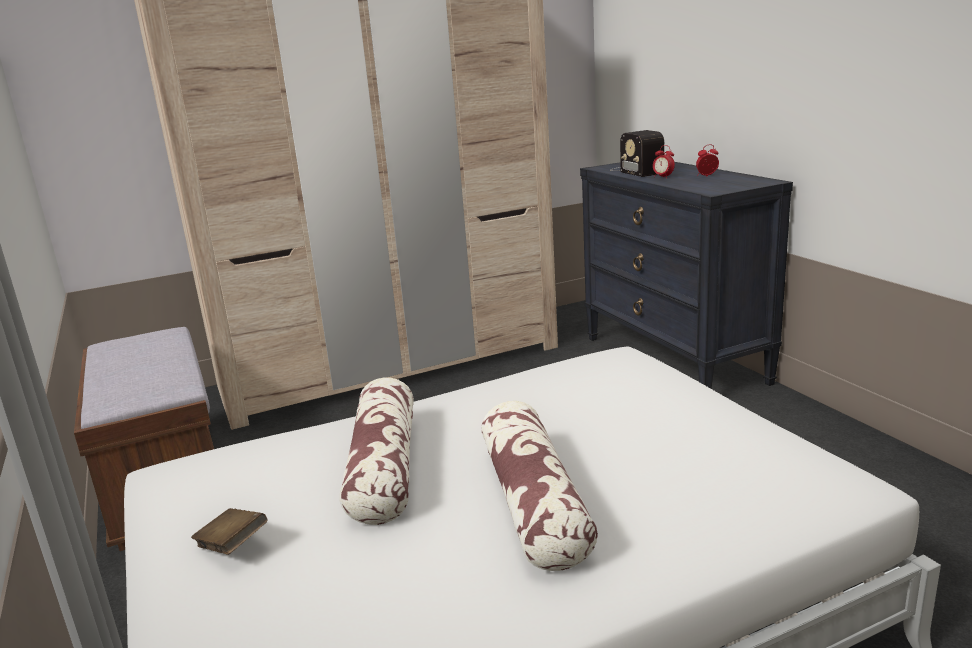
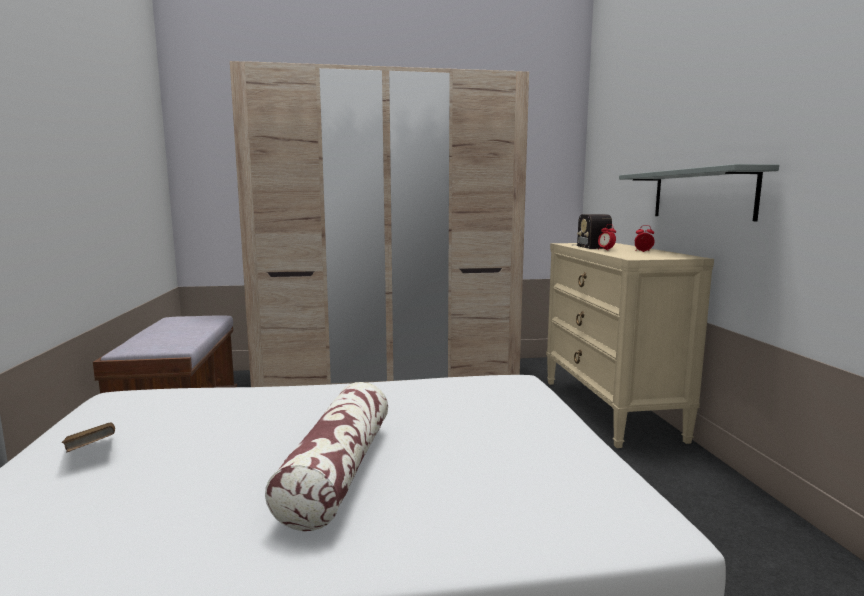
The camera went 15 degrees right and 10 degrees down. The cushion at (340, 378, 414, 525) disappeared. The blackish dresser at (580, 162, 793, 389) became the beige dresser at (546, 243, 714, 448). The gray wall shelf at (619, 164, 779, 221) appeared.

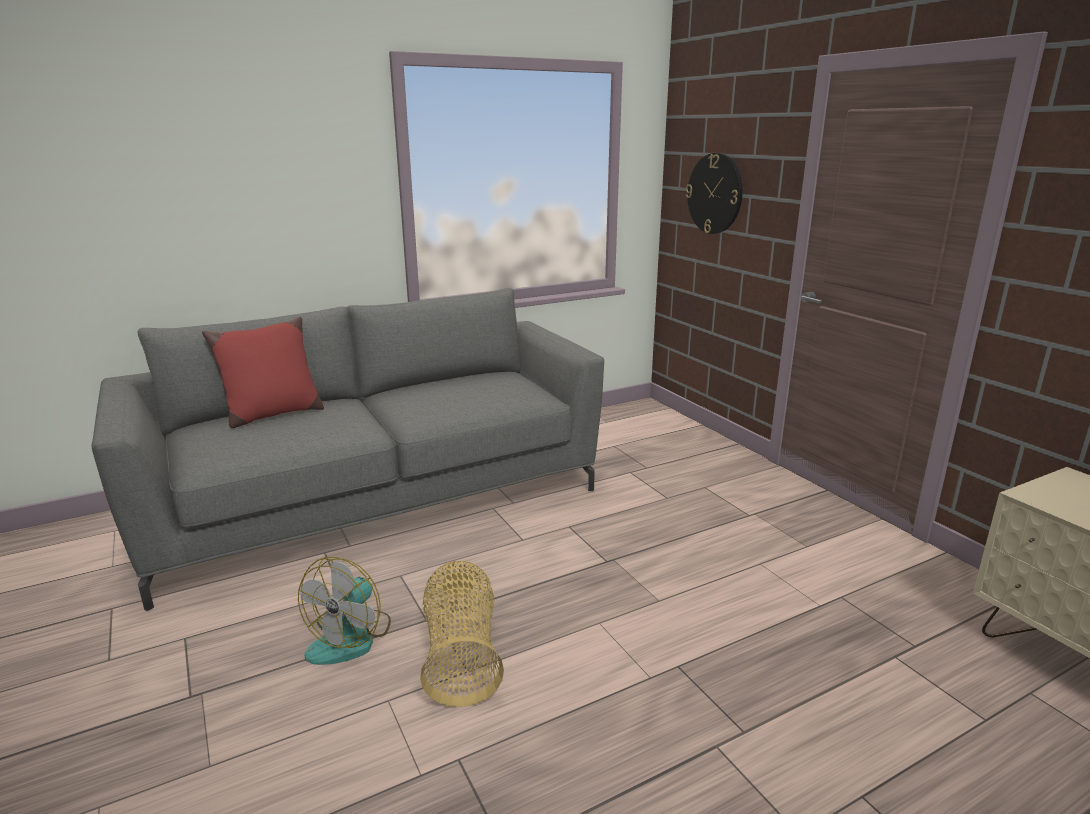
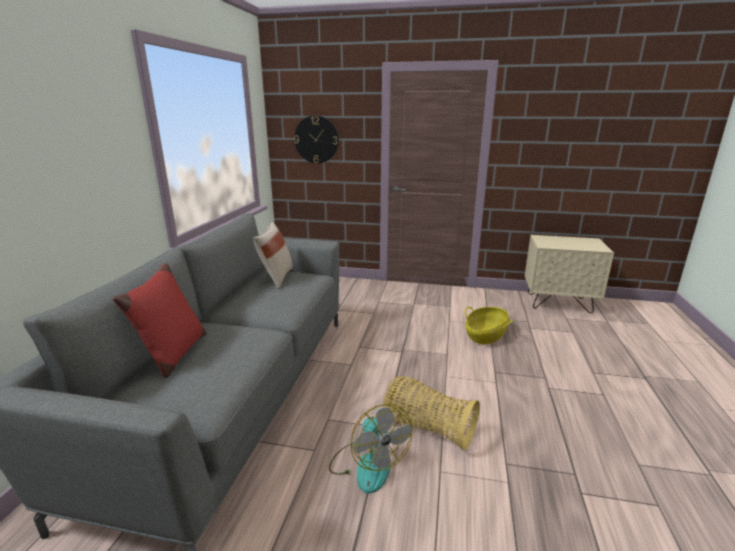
The camera went 50 degrees left and 0 degrees up. The beige cushion at (253, 222, 293, 289) appeared. The storage basket at (464, 306, 513, 344) appeared.

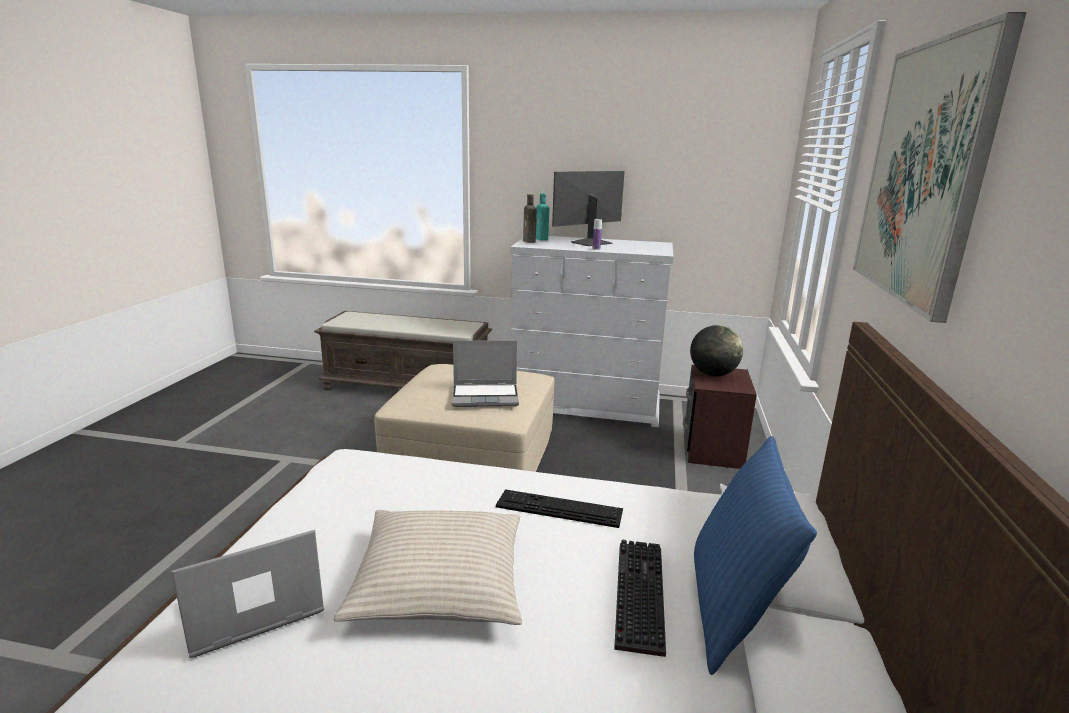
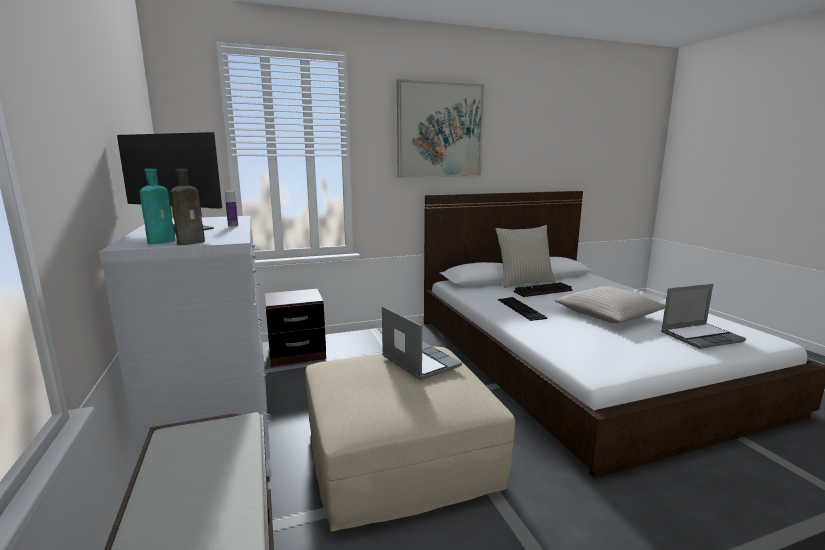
The camera went 120 degrees left and 5 degrees down. The notebook computer at (172, 530, 324, 658) turned 45 degrees counterclockwise. The world globe at (690, 325, 743, 376) disappeared. The blue-coloured cushion at (694, 436, 817, 675) became the beige cushion at (496, 225, 556, 288).

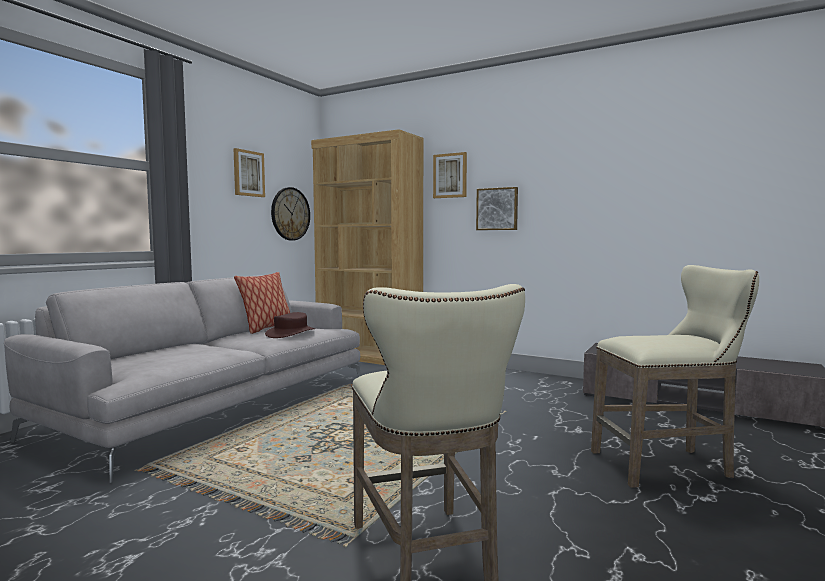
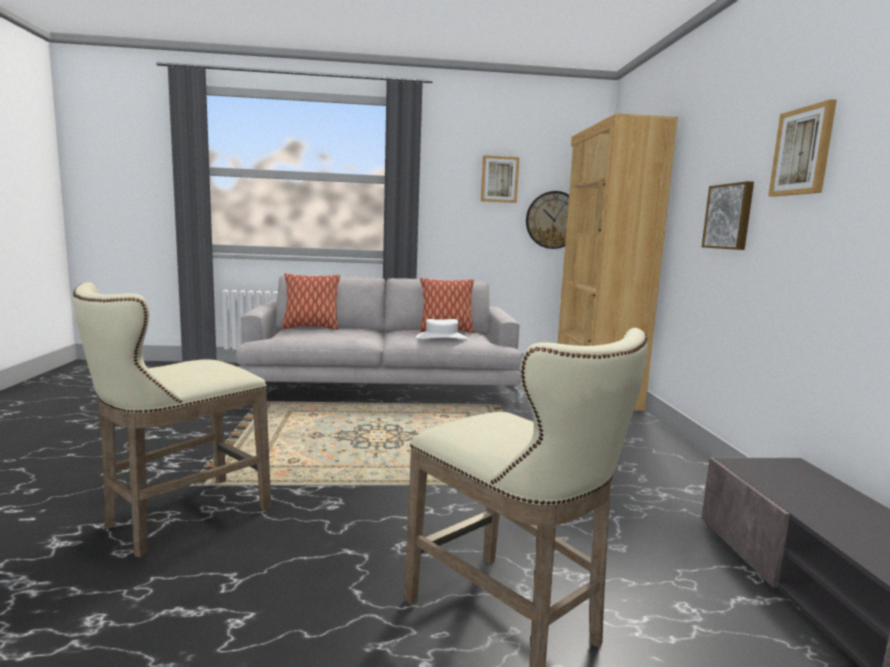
The camera went 55 degrees right and 5 degrees up. The brownish hat at (265, 312, 315, 338) became the white hat at (416, 319, 468, 339). The wall art moved from (433, 152, 467, 198) to (768, 99, 837, 197). The cushion at (282, 273, 340, 330) appeared.

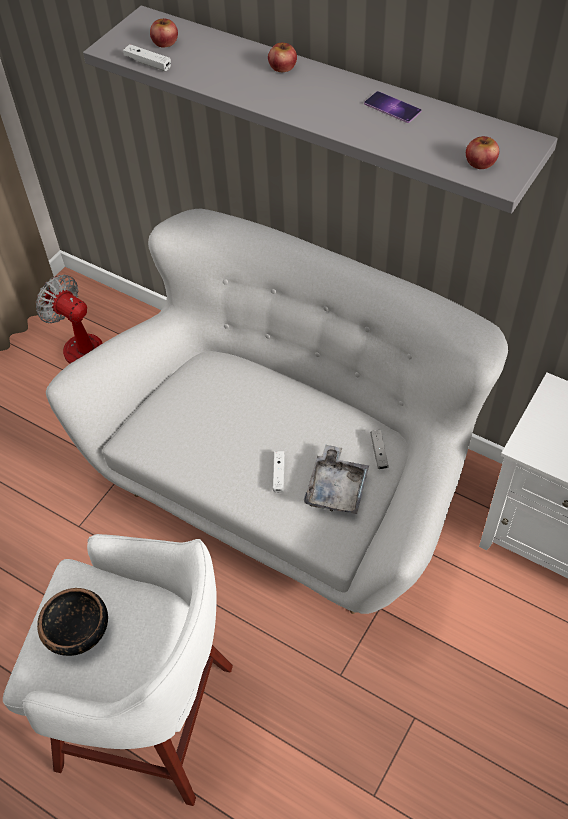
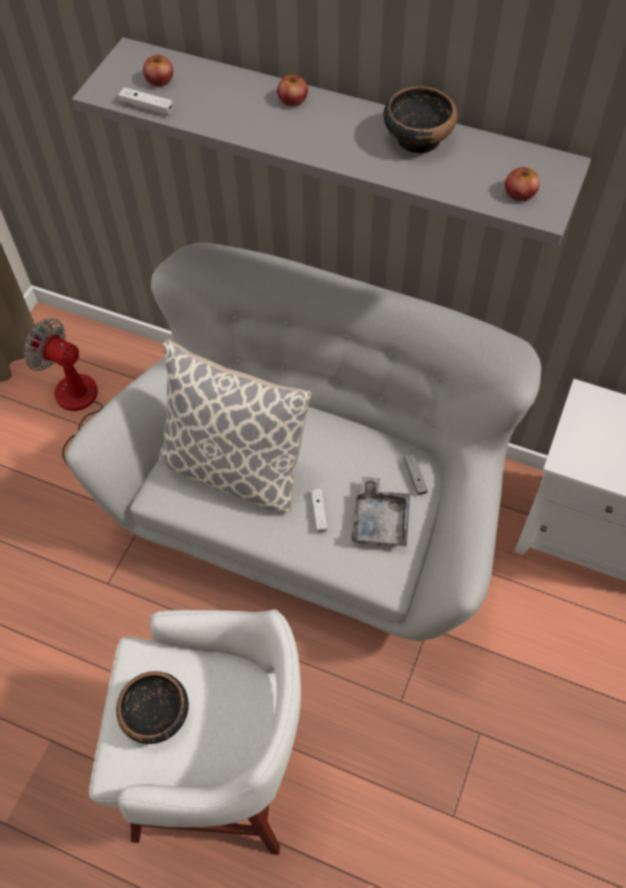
The camera went 10 degrees left and 5 degrees up. The telephone at (364, 91, 422, 123) was replaced by the bowl at (383, 86, 457, 154). The cushion at (158, 339, 311, 514) appeared.

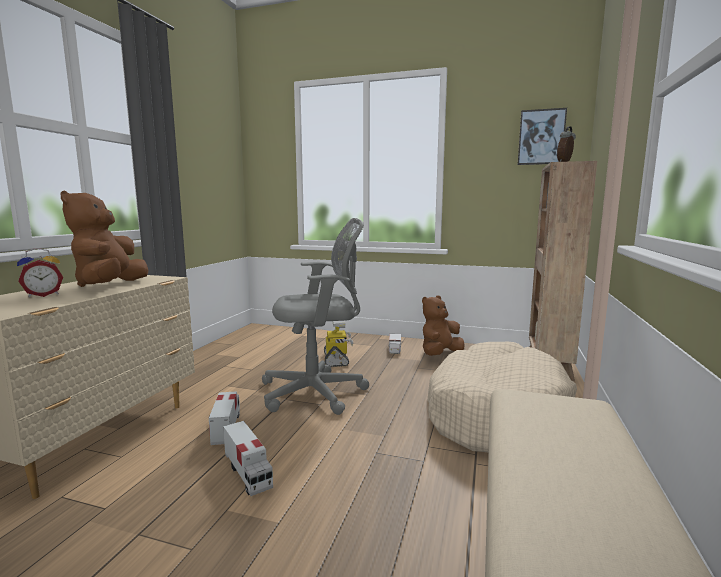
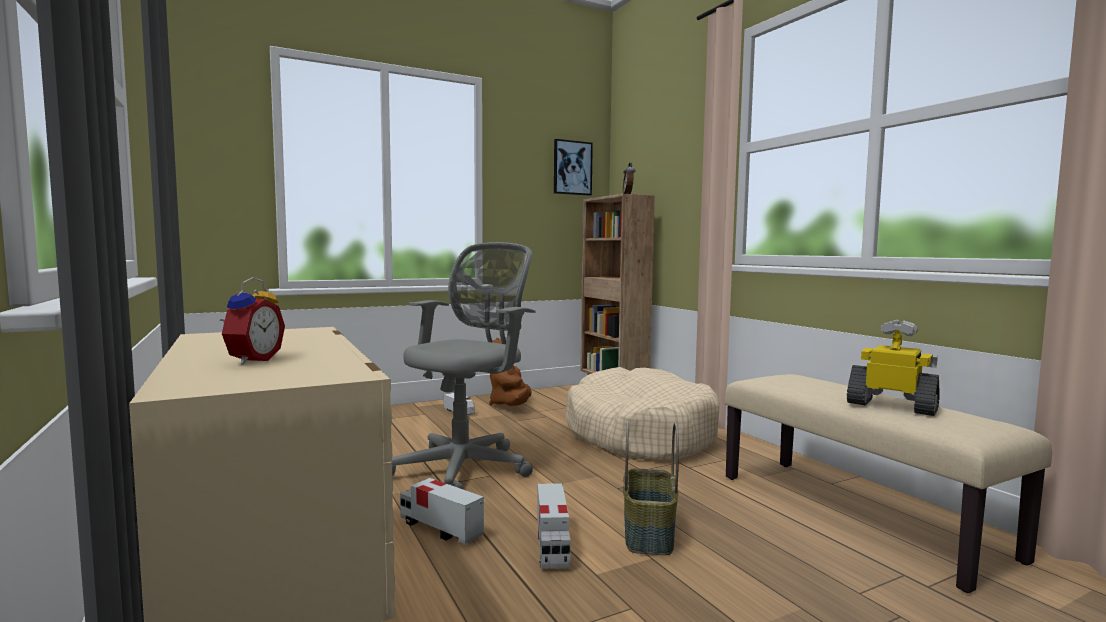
The camera went 45 degrees left and 5 degrees down. The brownish plush toy at (60, 191, 148, 287) disappeared. The model truck at (223, 421, 273, 496) turned 75 degrees clockwise. The robot figure moved from (324, 321, 354, 367) to (847, 320, 940, 416). The storage basket at (623, 420, 679, 555) appeared.

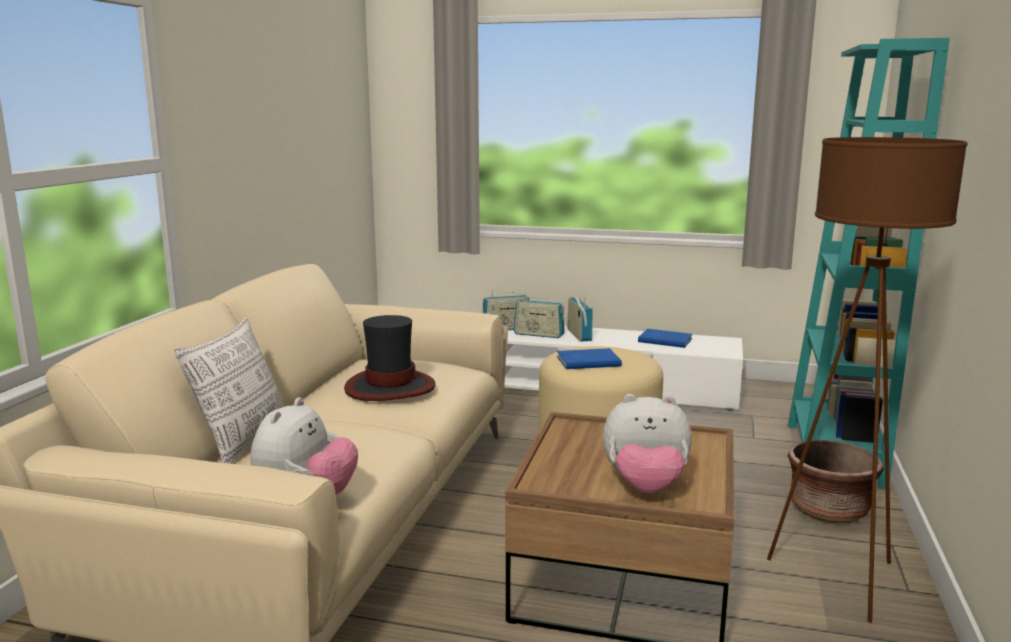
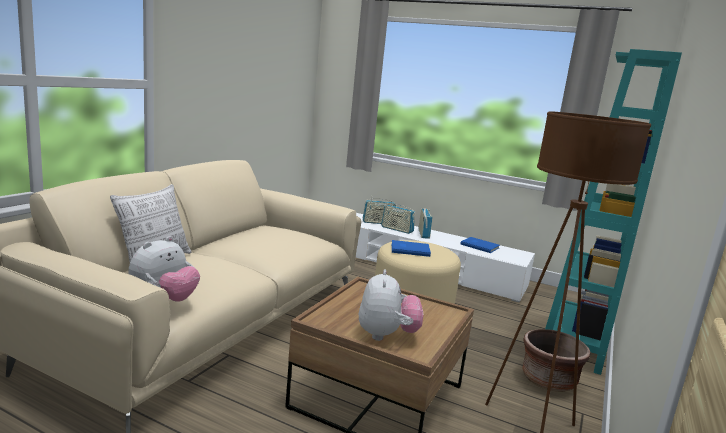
The camera went 10 degrees right and 0 degrees up. The hat at (344, 315, 436, 401) disappeared. The plush toy at (603, 394, 692, 494) turned 105 degrees counterclockwise.

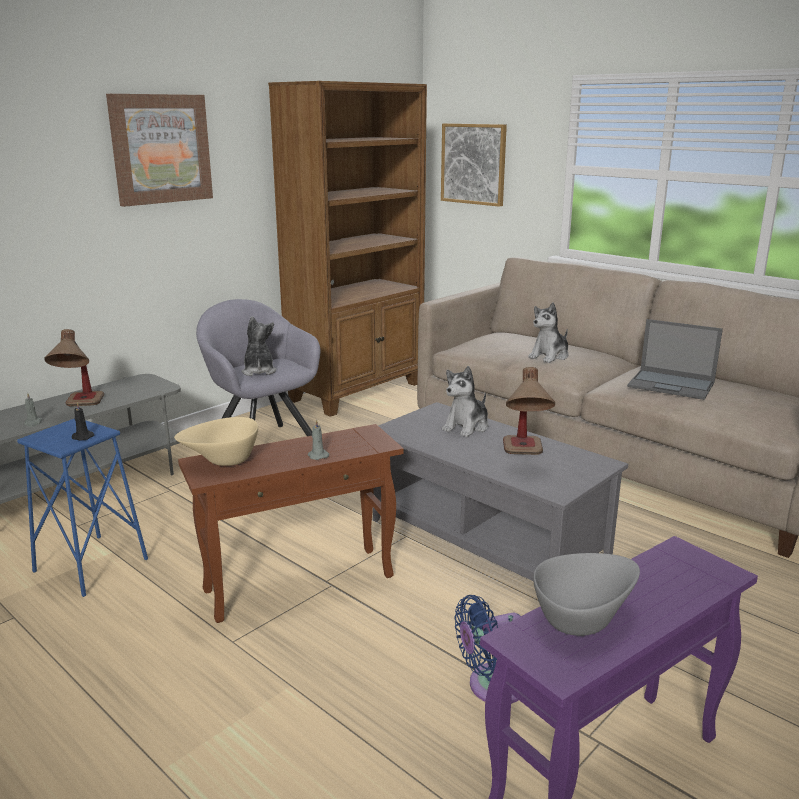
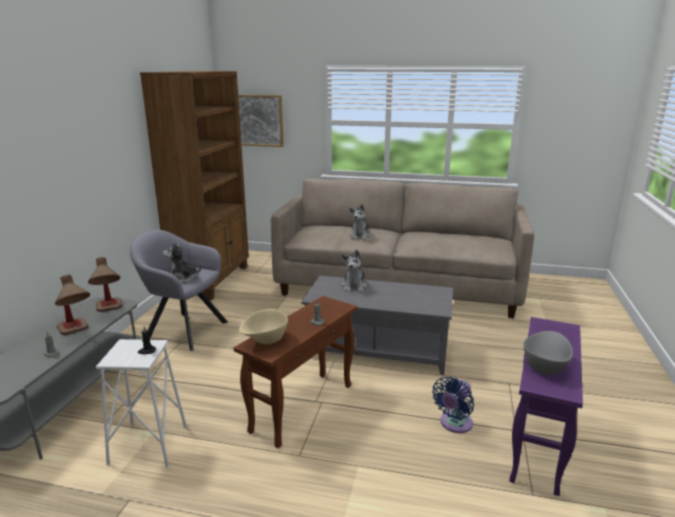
The camera went 30 degrees left and 0 degrees up. The blue-coloured stool seat at (17, 418, 148, 597) became the white stool seat at (96, 339, 187, 467). The wall art at (106, 94, 213, 207) disappeared. The plush toy at (241, 316, 277, 376) turned 45 degrees counterclockwise. The lamp for a table moved from (503, 367, 555, 455) to (88, 257, 122, 312). The notebook computer at (627, 319, 723, 400) disappeared.

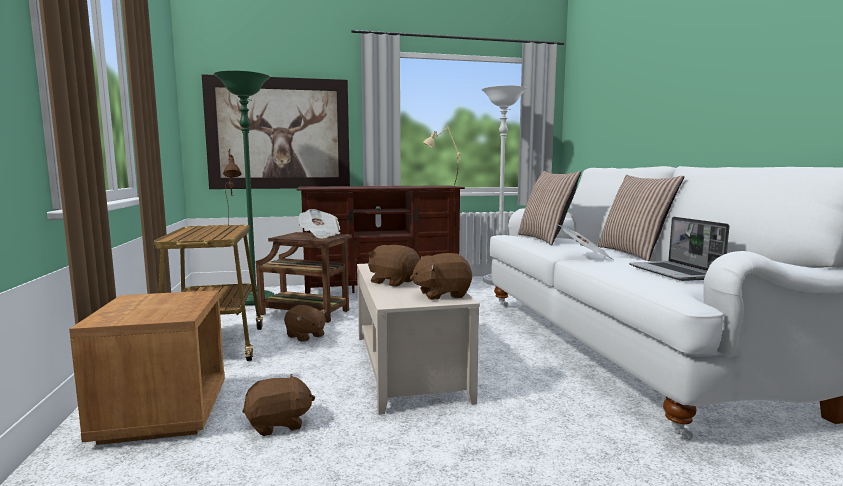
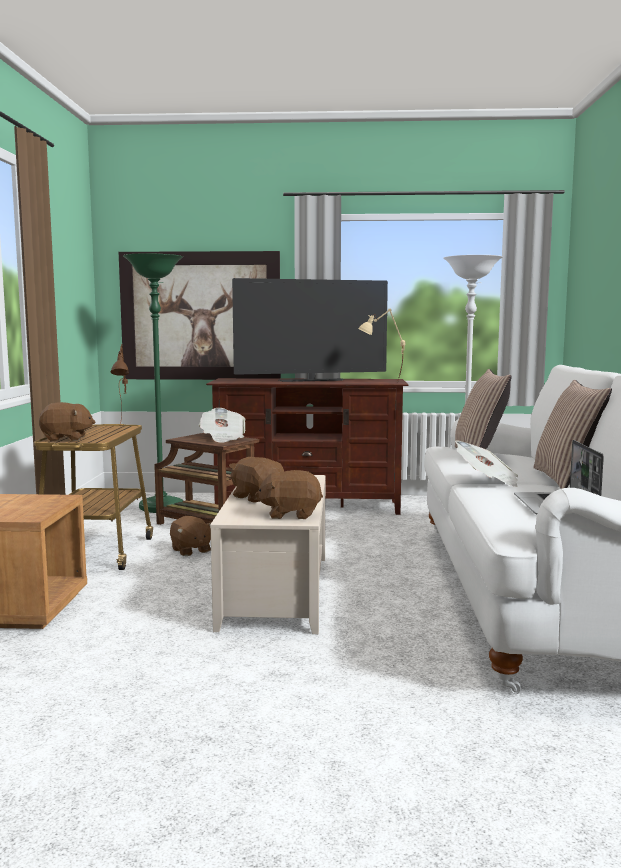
The camera went 15 degrees right and 0 degrees up. The brownish plush toy moved from (243, 374, 315, 436) to (39, 402, 95, 441). The TV at (232, 278, 388, 382) appeared.

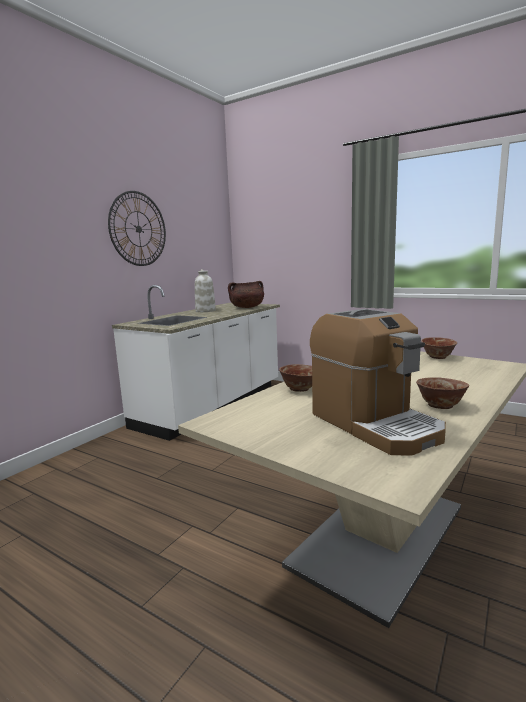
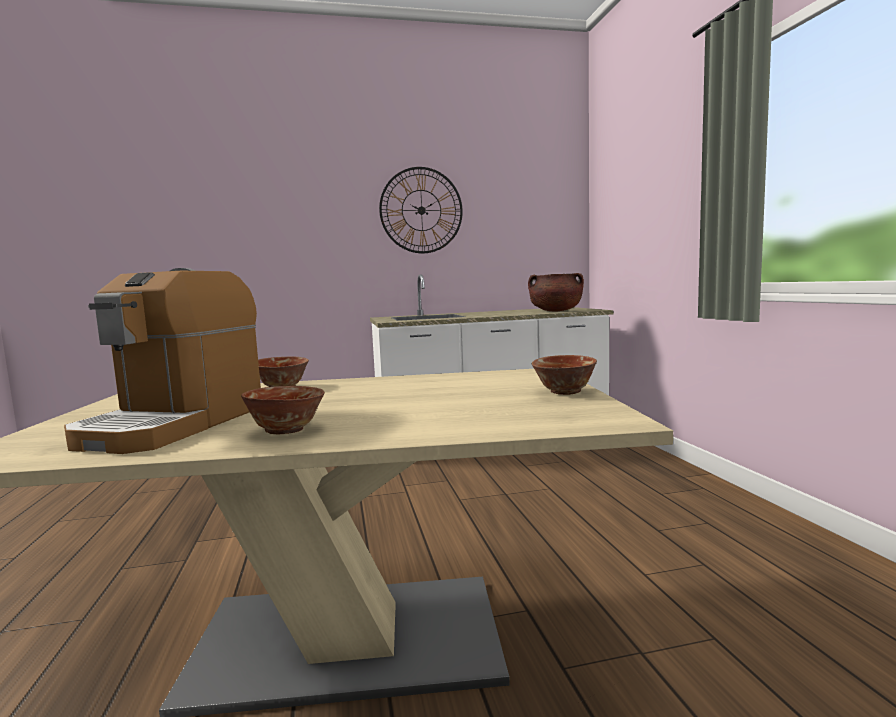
The camera went 45 degrees right and 5 degrees down. The white vase at (195, 269, 216, 312) disappeared.

